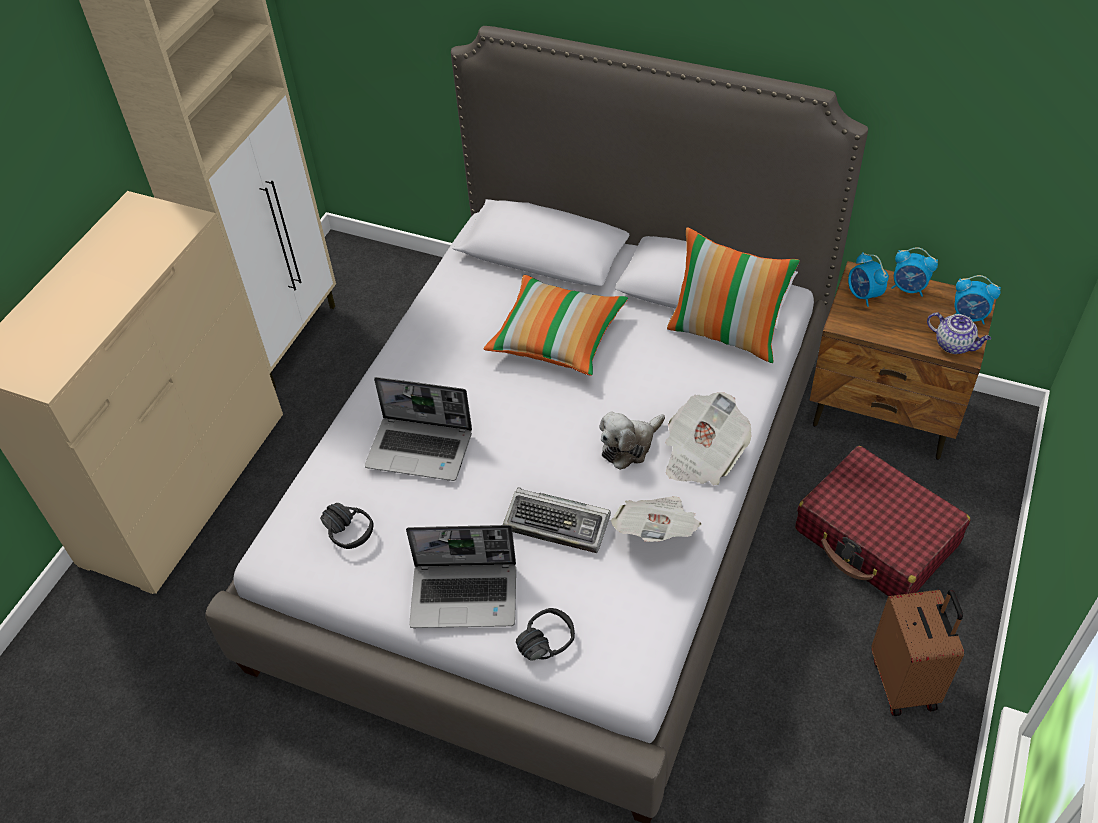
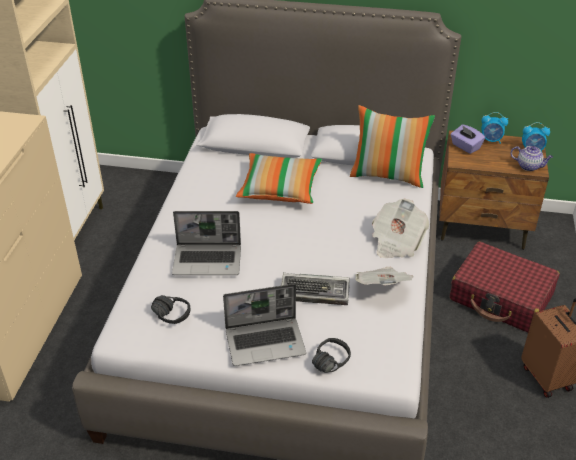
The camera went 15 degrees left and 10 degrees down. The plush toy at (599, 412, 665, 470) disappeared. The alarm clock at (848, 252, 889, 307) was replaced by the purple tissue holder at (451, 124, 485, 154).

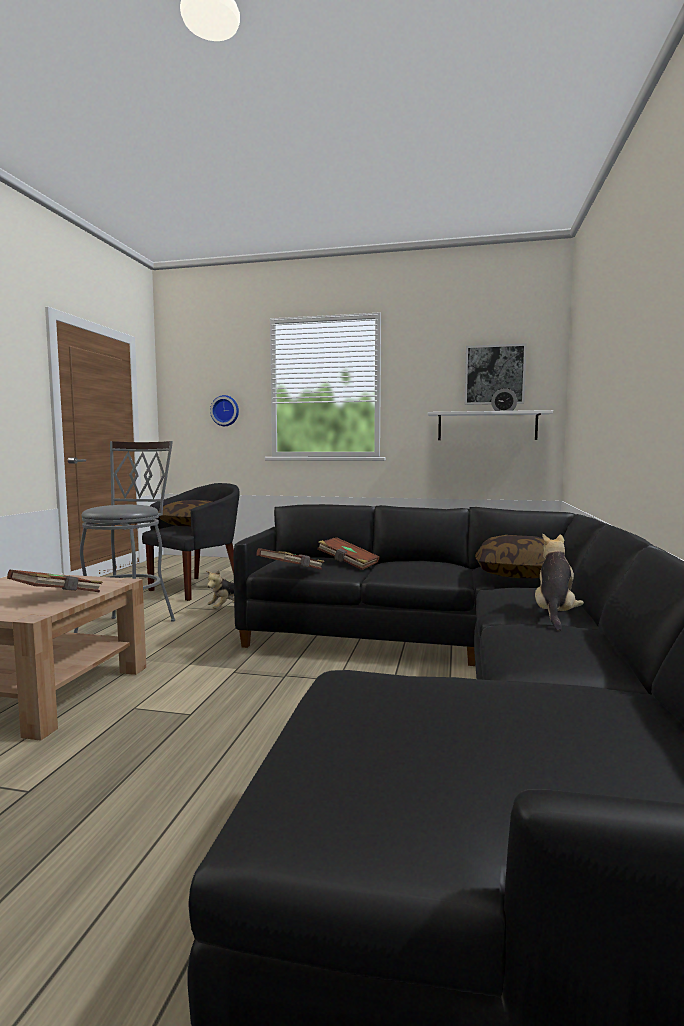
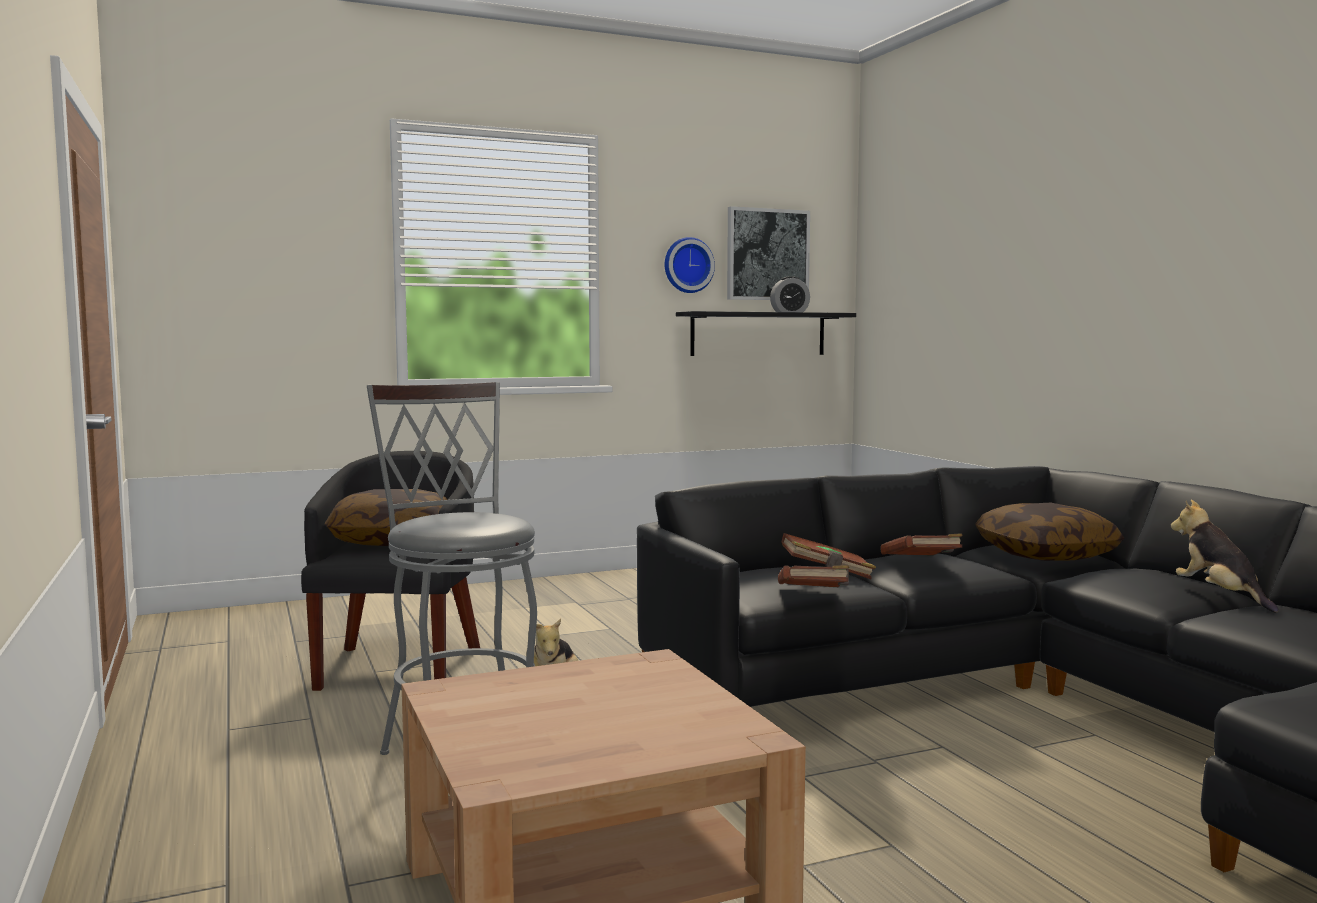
The camera went 35 degrees left and 0 degrees up. The brownish bound book moved from (7, 570, 103, 593) to (880, 533, 963, 556). The hanging clock moved from (210, 395, 239, 426) to (665, 237, 715, 293). The white wall shelf at (427, 410, 553, 440) became the blackish wall shelf at (676, 311, 856, 356).

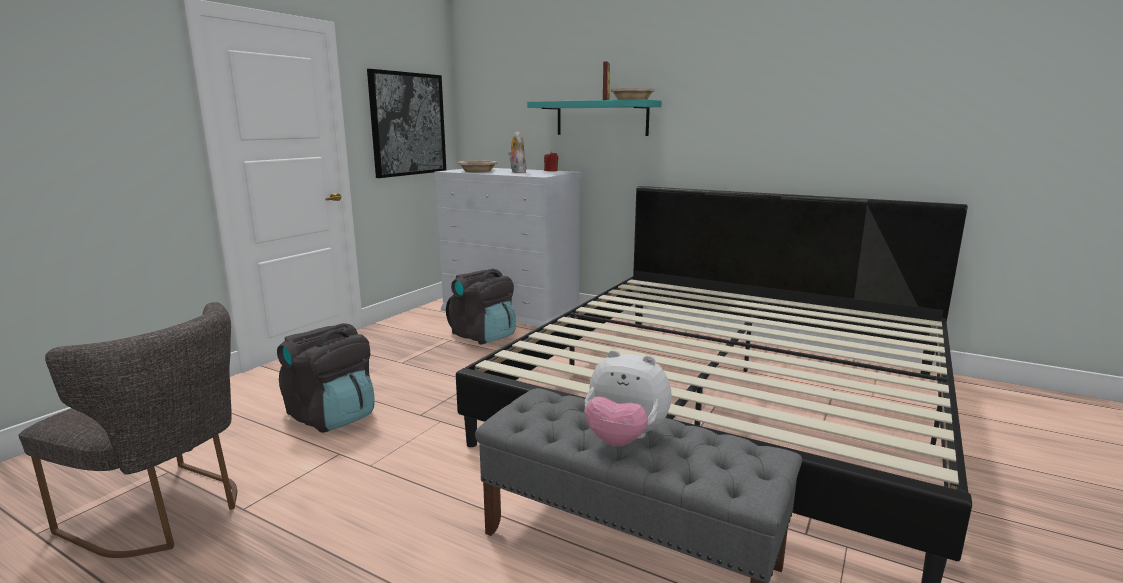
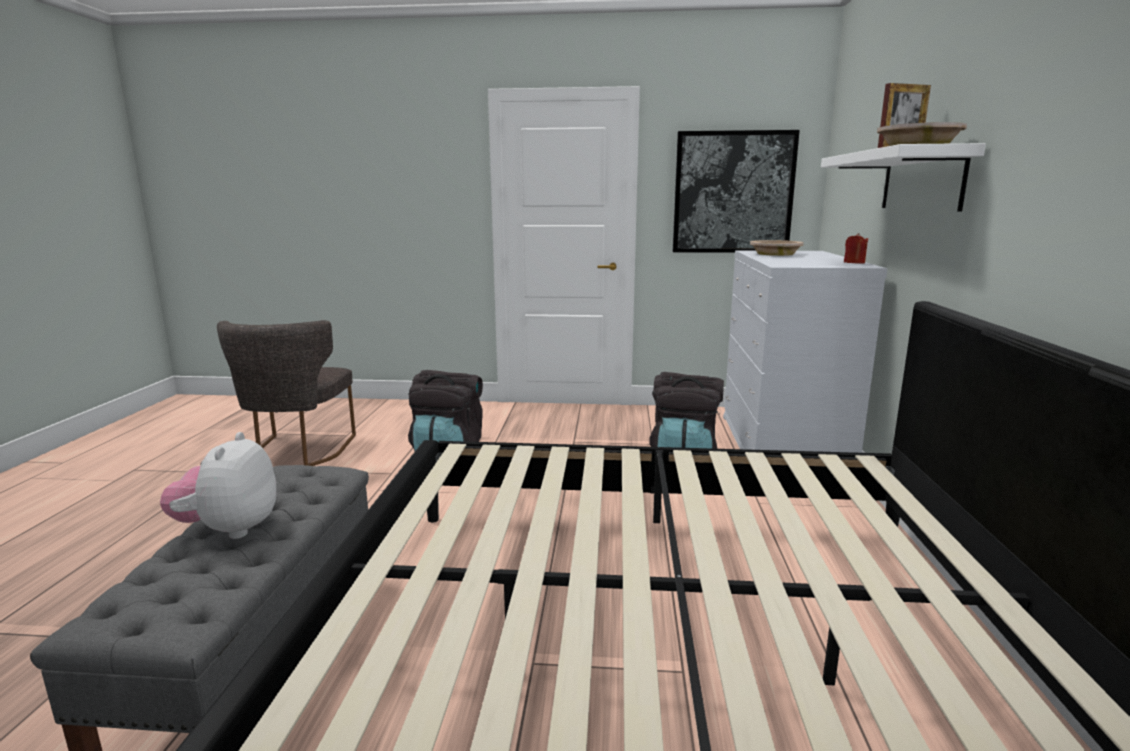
The camera went 65 degrees right and 0 degrees up. The plush toy at (508, 131, 527, 173) disappeared. The turquoise wall shelf at (527, 99, 662, 136) became the white wall shelf at (821, 143, 986, 211).

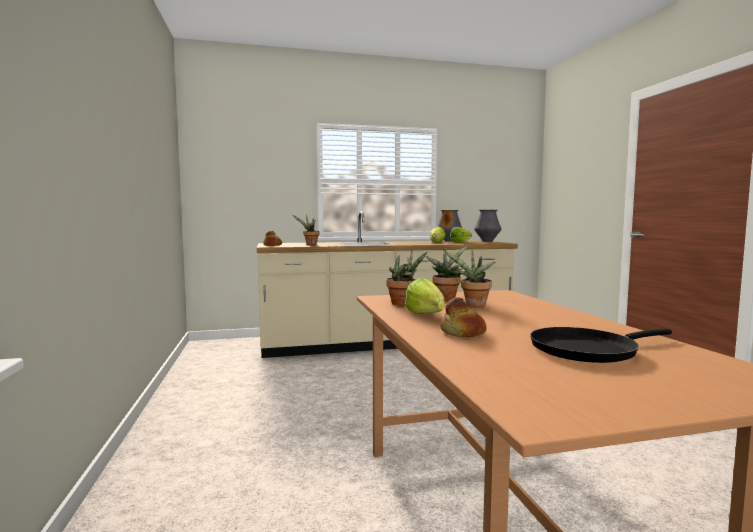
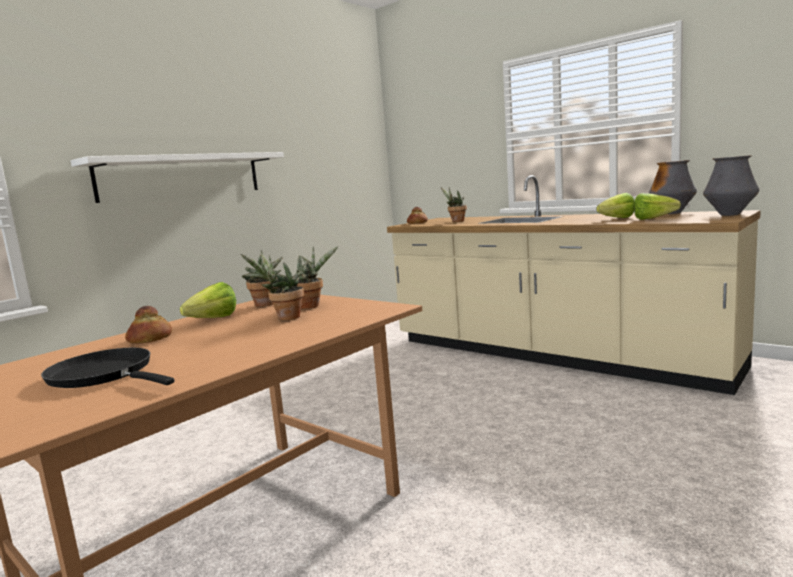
The camera went 55 degrees right and 5 degrees up. The white wall shelf at (70, 152, 284, 203) appeared.

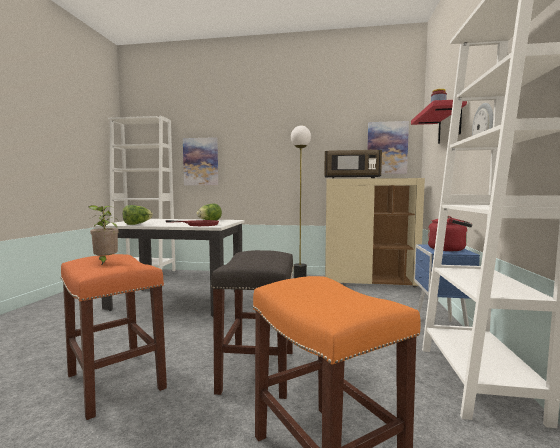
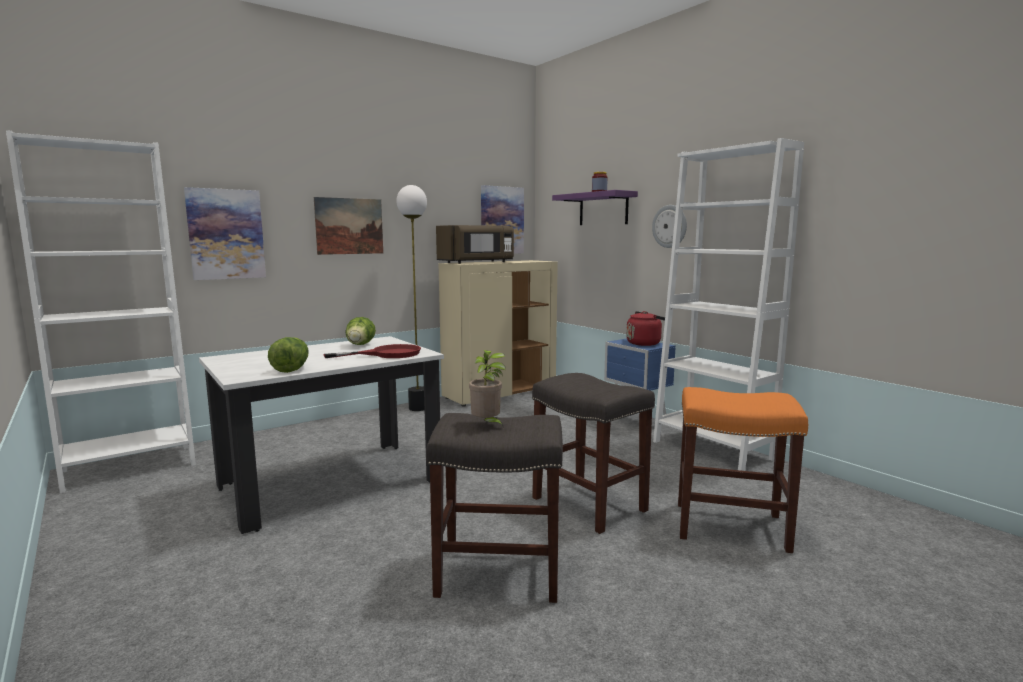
The camera went 45 degrees left and 5 degrees up. The orange stool seat at (60, 254, 167, 420) became the gray stool seat at (426, 413, 563, 603). The red-coloured wall shelf at (411, 100, 467, 144) became the purple wall shelf at (552, 190, 638, 225). The wall art at (314, 197, 383, 255) appeared.

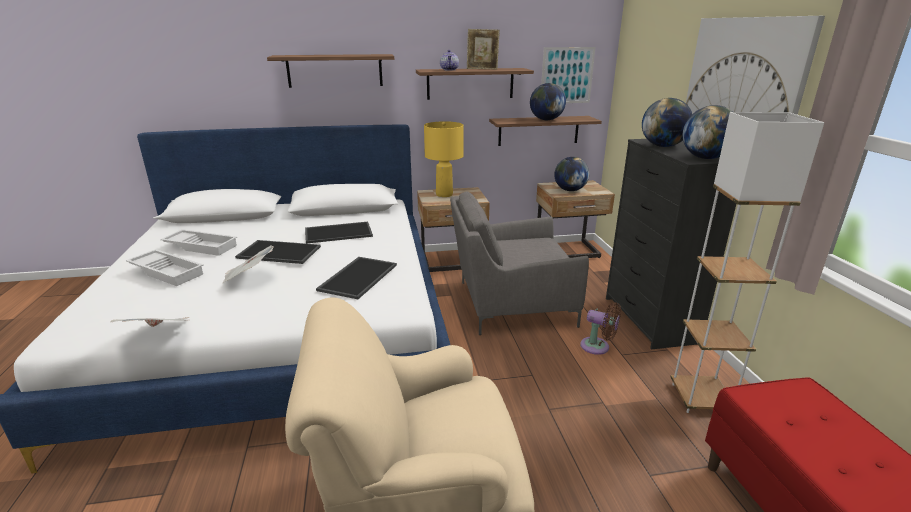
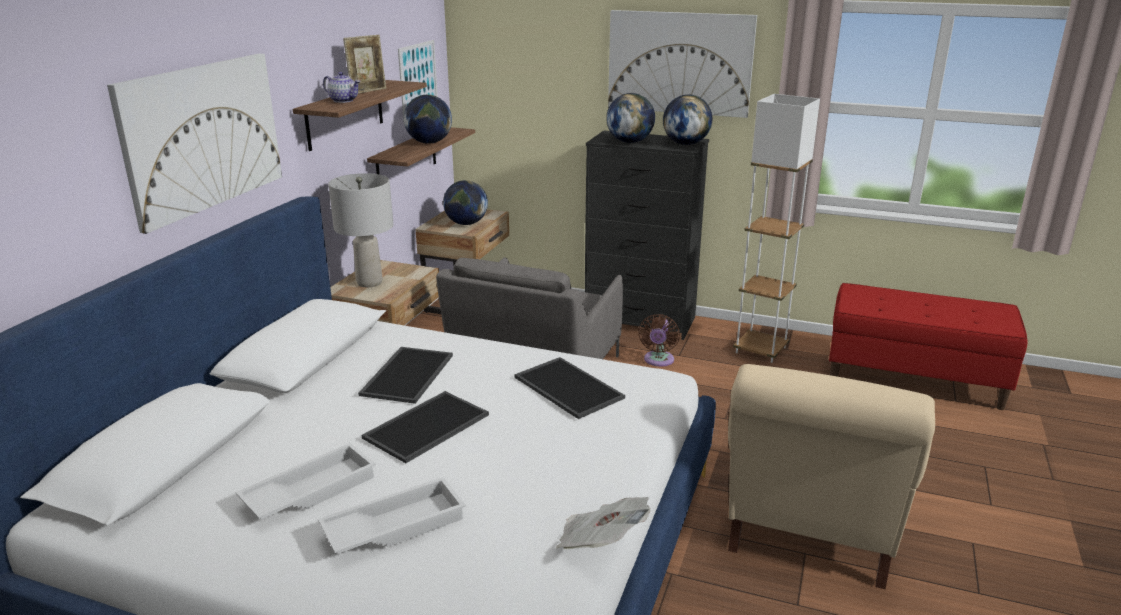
The camera went 60 degrees left and 0 degrees up. The printed paper at (223, 246, 274, 283) disappeared. The wall shelf at (267, 54, 394, 88) was replaced by the wall art at (107, 54, 282, 234). The yellow lamp for a table at (424, 121, 464, 197) became the gray lamp for a table at (328, 173, 393, 287). The brownish fan at (580, 302, 621, 355) turned 135 degrees clockwise.

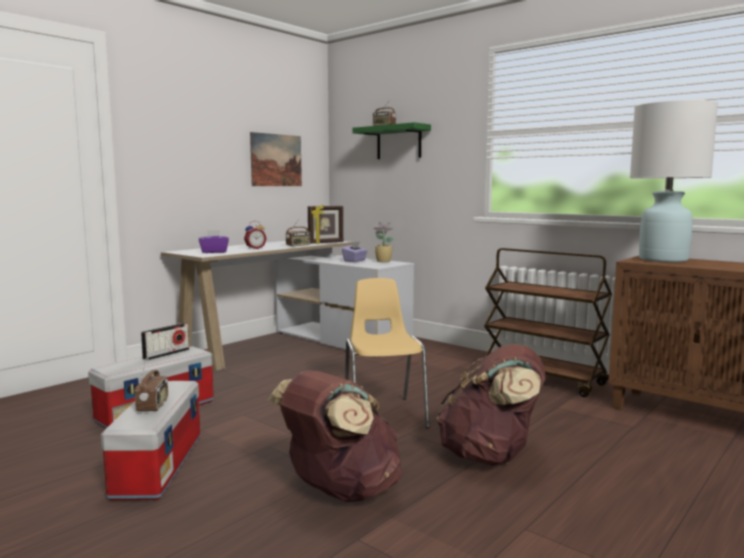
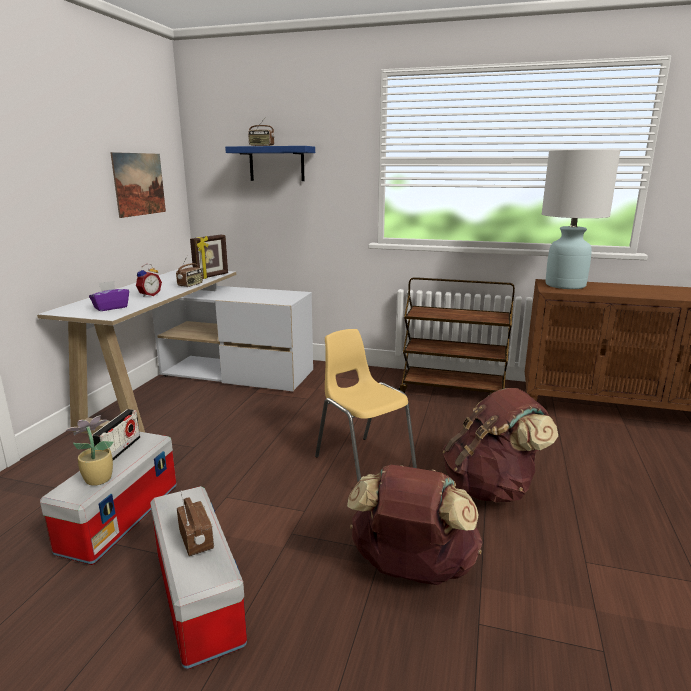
The camera went 25 degrees left and 10 degrees up. The purple tissue holder at (342, 241, 367, 262) disappeared. The green wall shelf at (352, 122, 431, 159) became the blue-coloured wall shelf at (225, 146, 315, 181). The potted plant moved from (372, 222, 394, 262) to (65, 415, 114, 486).

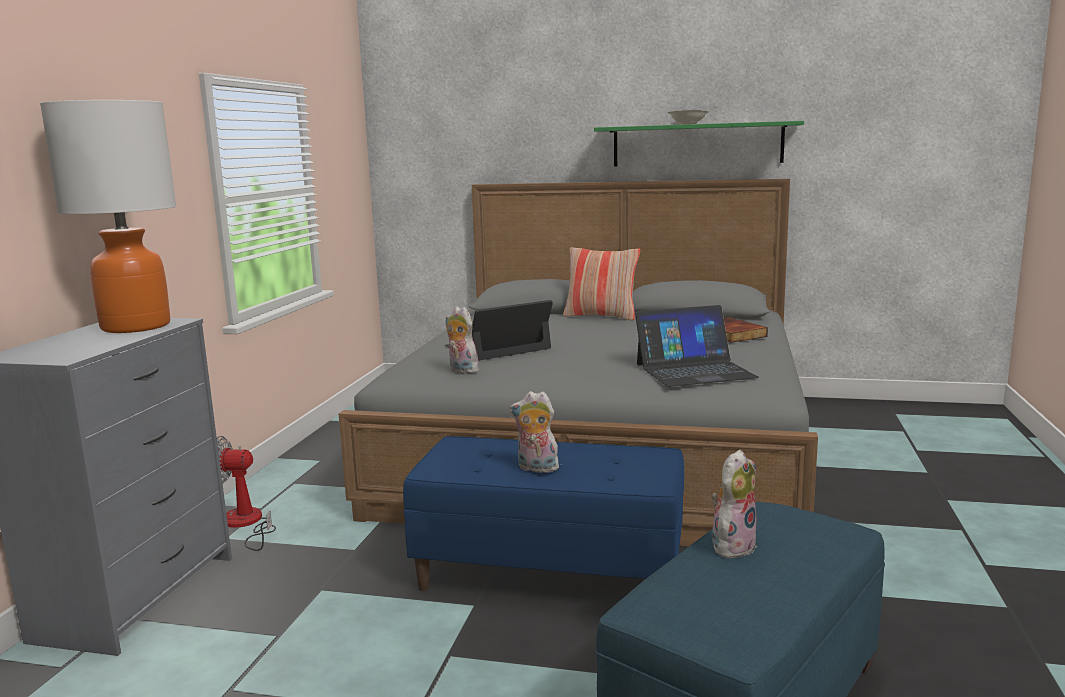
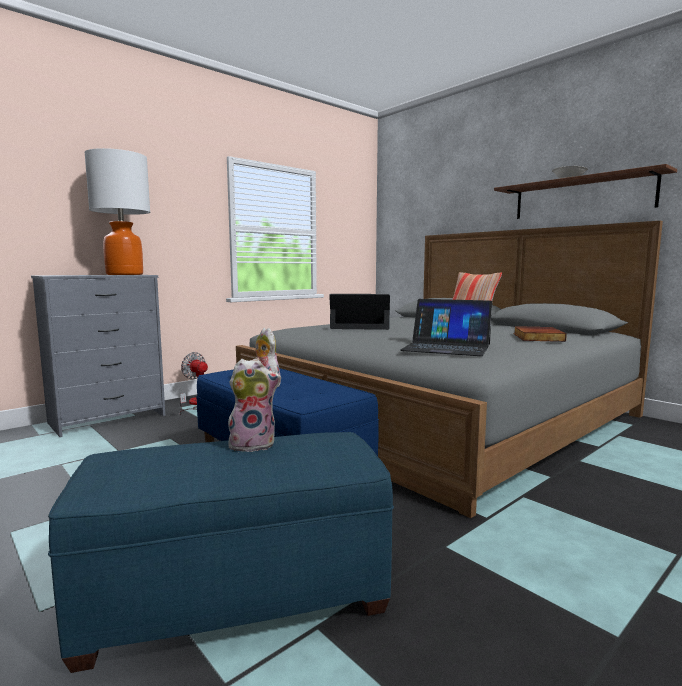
The camera went 35 degrees right and 5 degrees down. The plush toy at (445, 307, 479, 374) disappeared. The green wall shelf at (594, 121, 804, 167) became the brownish wall shelf at (494, 164, 677, 219).

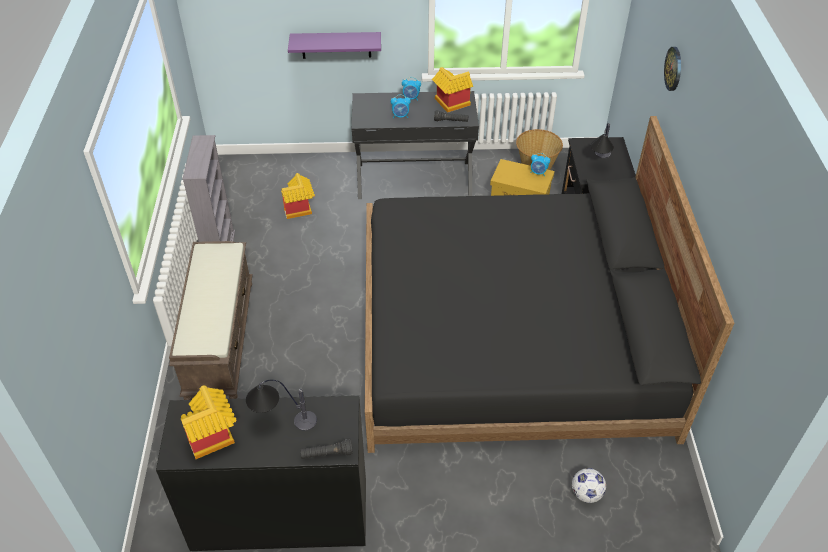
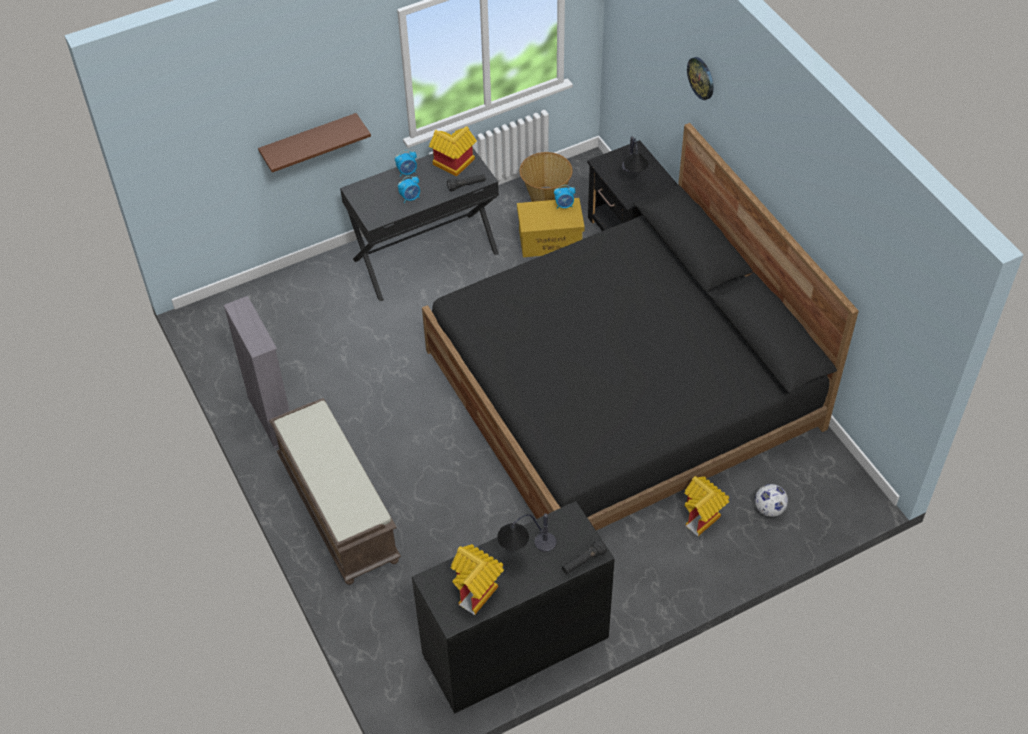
The camera went 25 degrees left and 5 degrees up. The model house moved from (281, 173, 315, 219) to (684, 476, 729, 536). The purple wall shelf at (288, 32, 381, 59) became the brownish wall shelf at (258, 113, 371, 172).

